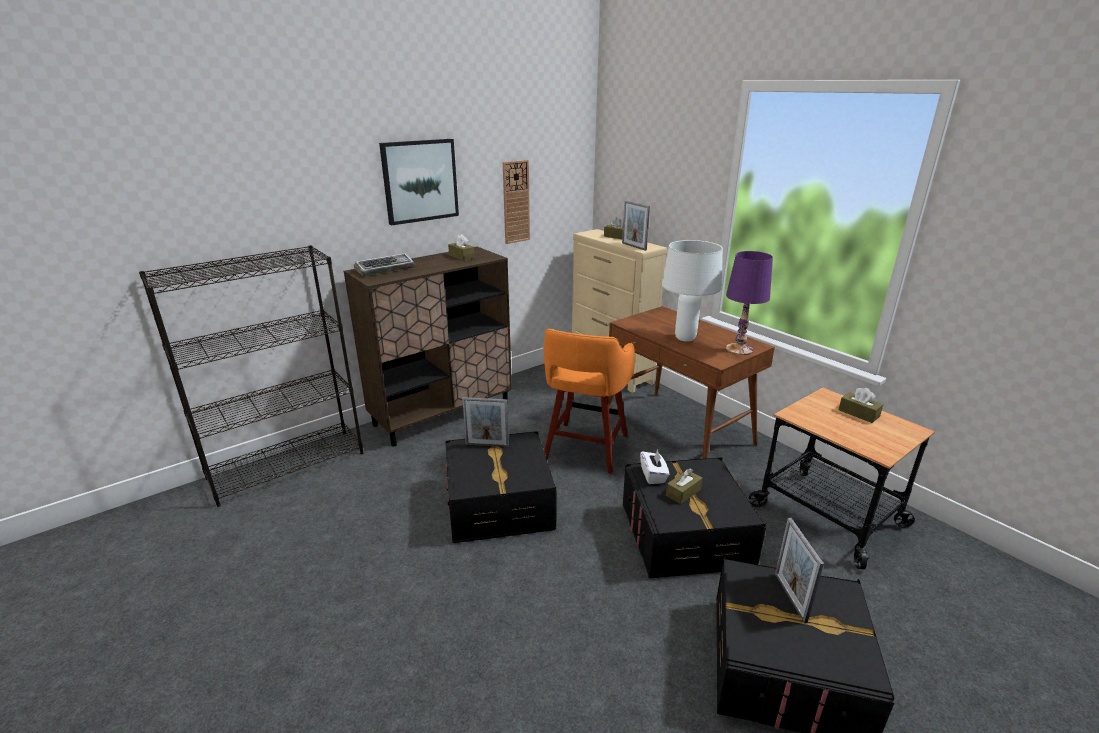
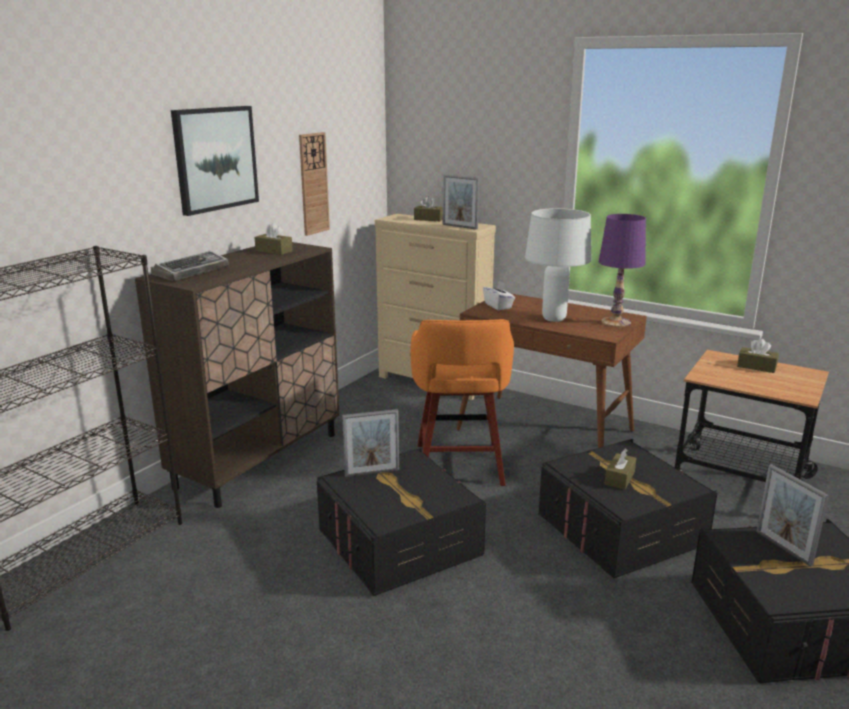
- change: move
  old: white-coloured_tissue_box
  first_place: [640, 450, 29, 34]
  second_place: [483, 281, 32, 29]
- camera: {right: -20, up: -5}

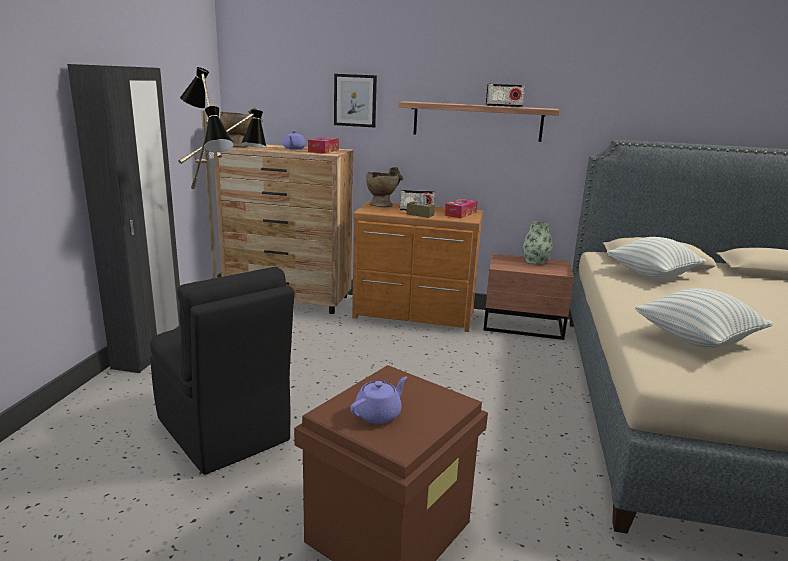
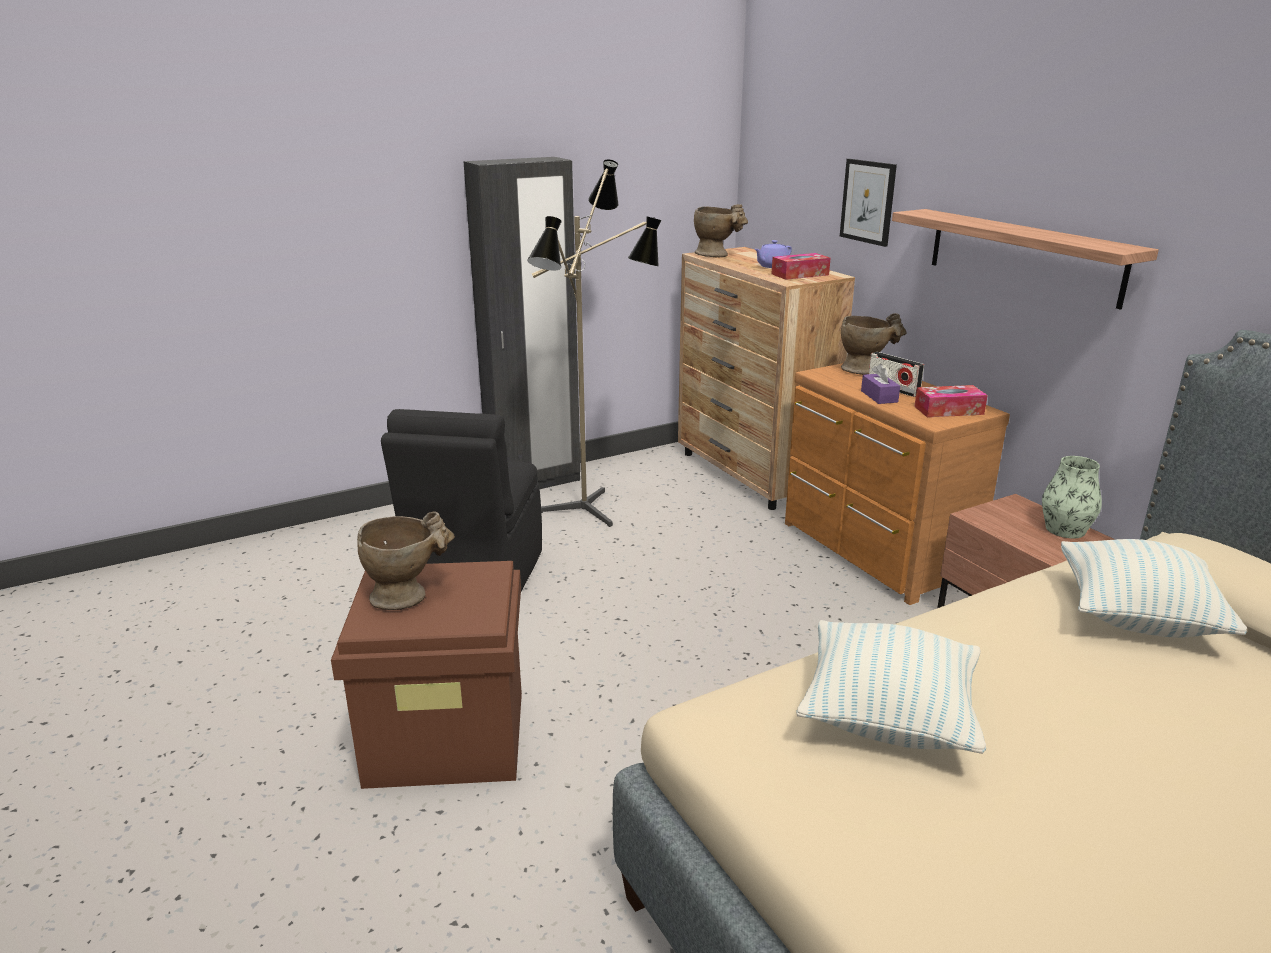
- change: replace
  old: purple_teapot
  new: sand-coloured_decorative_vase
  first_place: [350, 376, 57, 48]
  second_place: [357, 512, 98, 98]
- change: recolor
  old: brownish_tissue_box
  new: purple_tissue_box
  first_place: [406, 194, 29, 24]
  second_place: [861, 364, 39, 40]
- change: delete
  old: radio
  first_place: [486, 84, 39, 23]
- camera: {right: 50, up: 5}

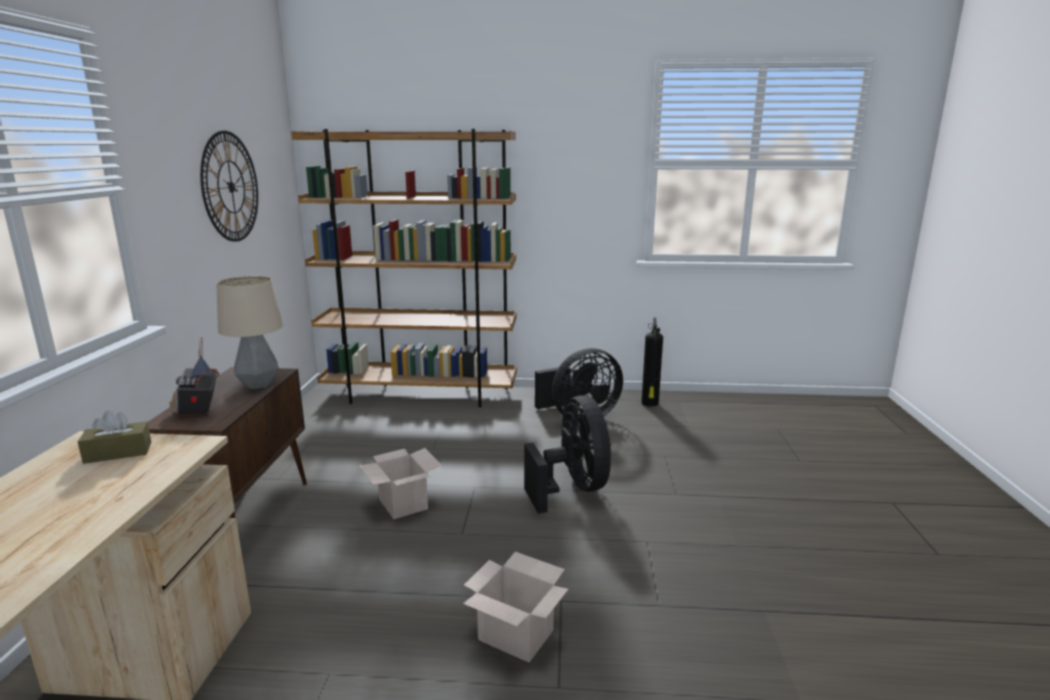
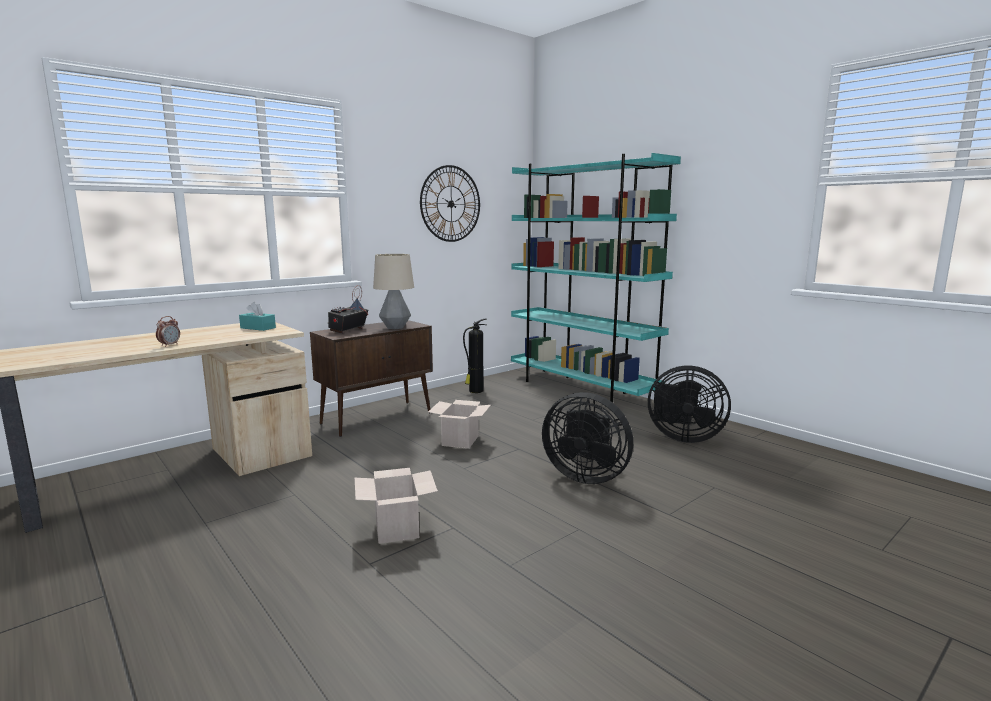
- change: insert
  new: bedside_clock
  second_place: [156, 316, 24, 31]
- change: recolor
  old: brownish_tissue_box
  new: turquoise-coloured_tissue_box
  first_place: [78, 410, 73, 54]
  second_place: [239, 302, 37, 29]
- change: move
  old: extinguisher
  first_place: [641, 317, 22, 90]
  second_place: [463, 318, 24, 75]
- change: recolor
  old: brownish_shelving_unit
  new: turquoise-coloured_shelving_unit
  first_place: [291, 129, 226, 278]
  second_place: [511, 153, 170, 249]
- change: rotate
  old: black_fan
  first_place: [524, 396, 87, 118]
  second_place: [542, 392, 91, 92]
  degrees: 90
- camera: {right: 45, up: -5}

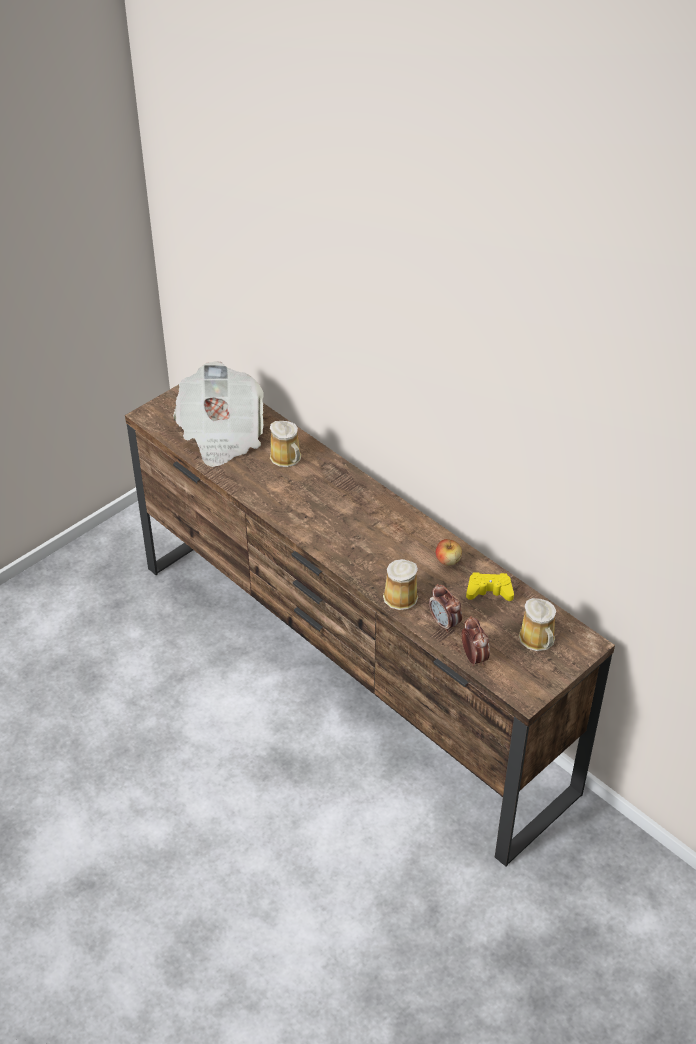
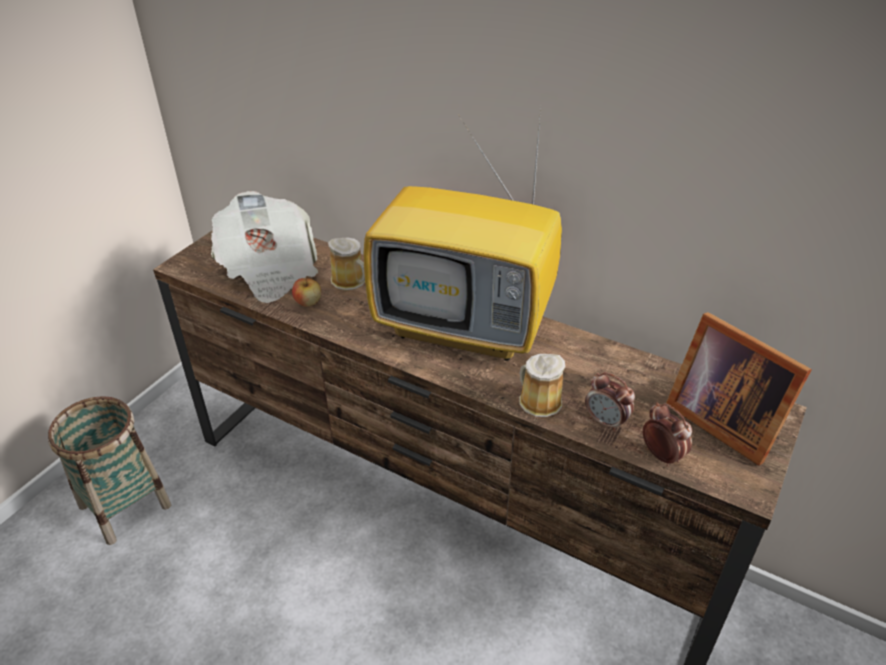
- change: insert
  new: storage_basket
  second_place: [48, 396, 123, 149]
- change: move
  old: apple_fruit
  first_place: [436, 539, 26, 27]
  second_place: [292, 277, 29, 30]
- change: insert
  new: television
  second_place: [363, 108, 199, 253]
- change: replace
  old: mug
  new: picture_frame
  first_place: [519, 598, 37, 53]
  second_place: [666, 312, 146, 154]
- change: delete
  old: yellow_joypad
  first_place: [466, 572, 48, 29]
- camera: {right: -15, up: -5}

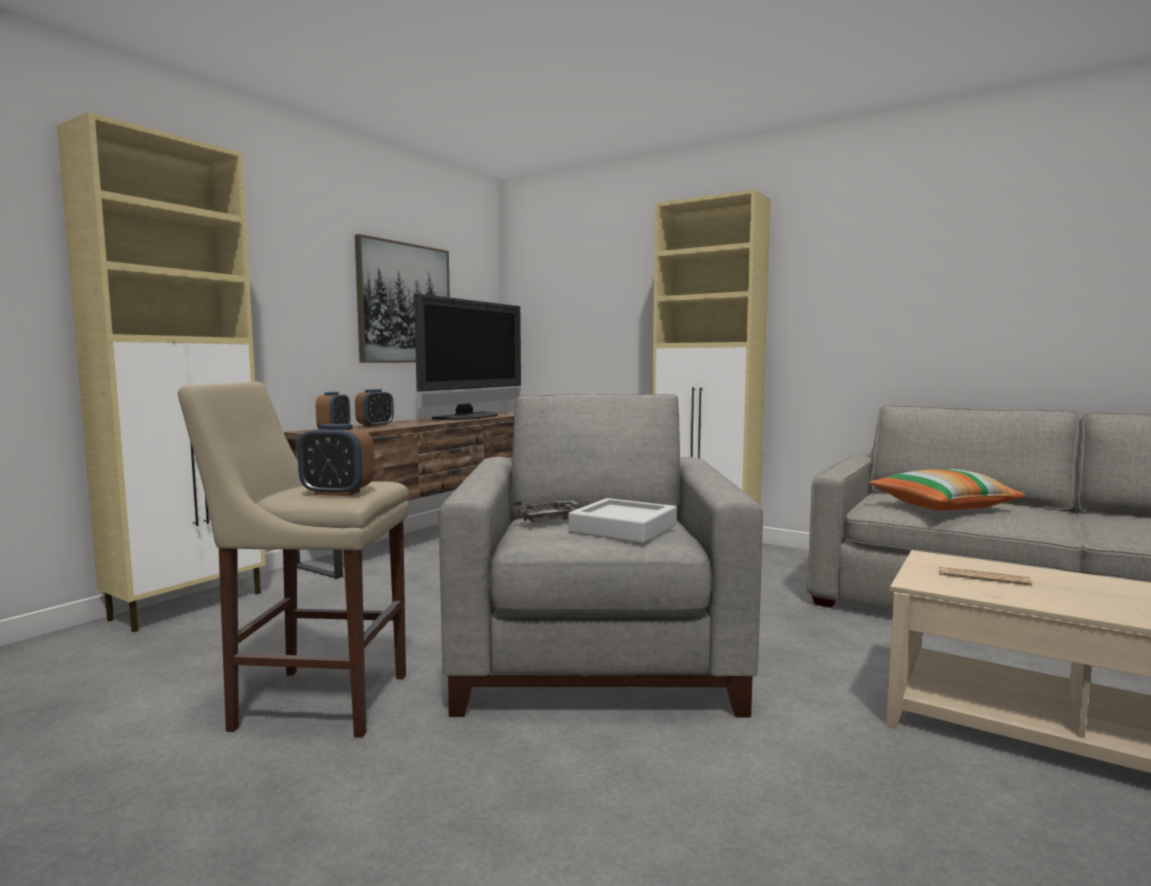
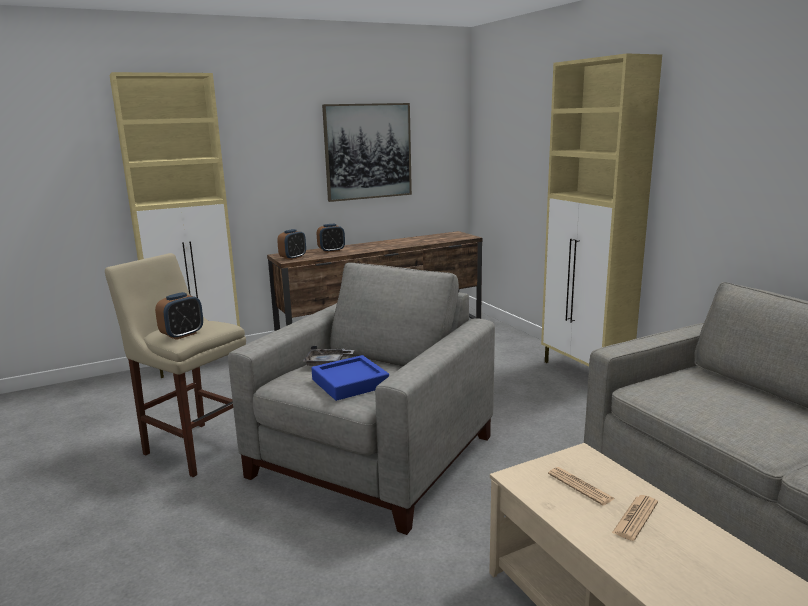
- change: rotate
  old: bedside_clock
  first_place: [297, 424, 77, 72]
  second_place: [155, 292, 48, 48]
  degrees: -90
- change: recolor
  old: grey_serving_tray
  new: bluish_serving_tray
  first_place: [568, 498, 109, 45]
  second_place: [311, 355, 78, 46]
- change: insert
  new: daily_paper
  second_place: [612, 495, 46, 46]
- change: delete
  old: television
  first_place: [414, 294, 107, 126]
- change: delete
  old: throw_pillow
  first_place: [869, 469, 158, 42]
- camera: {right: 30, up: 10}

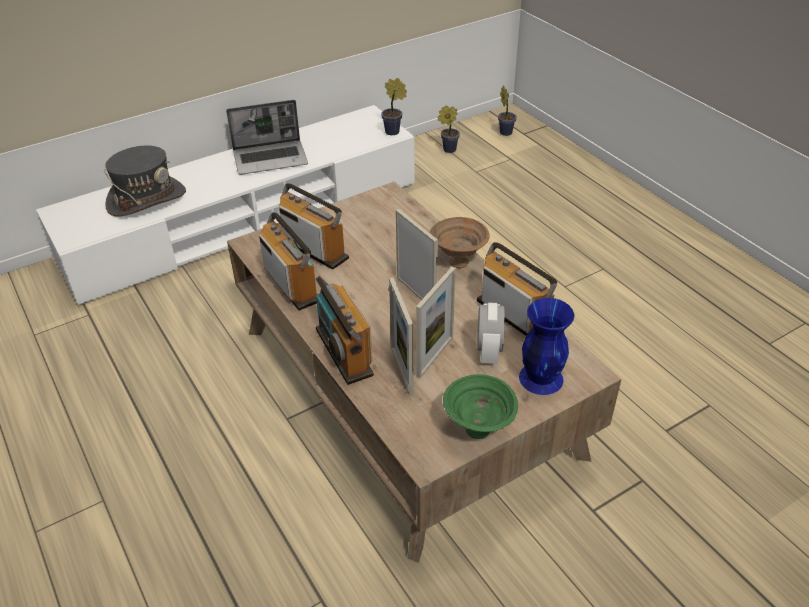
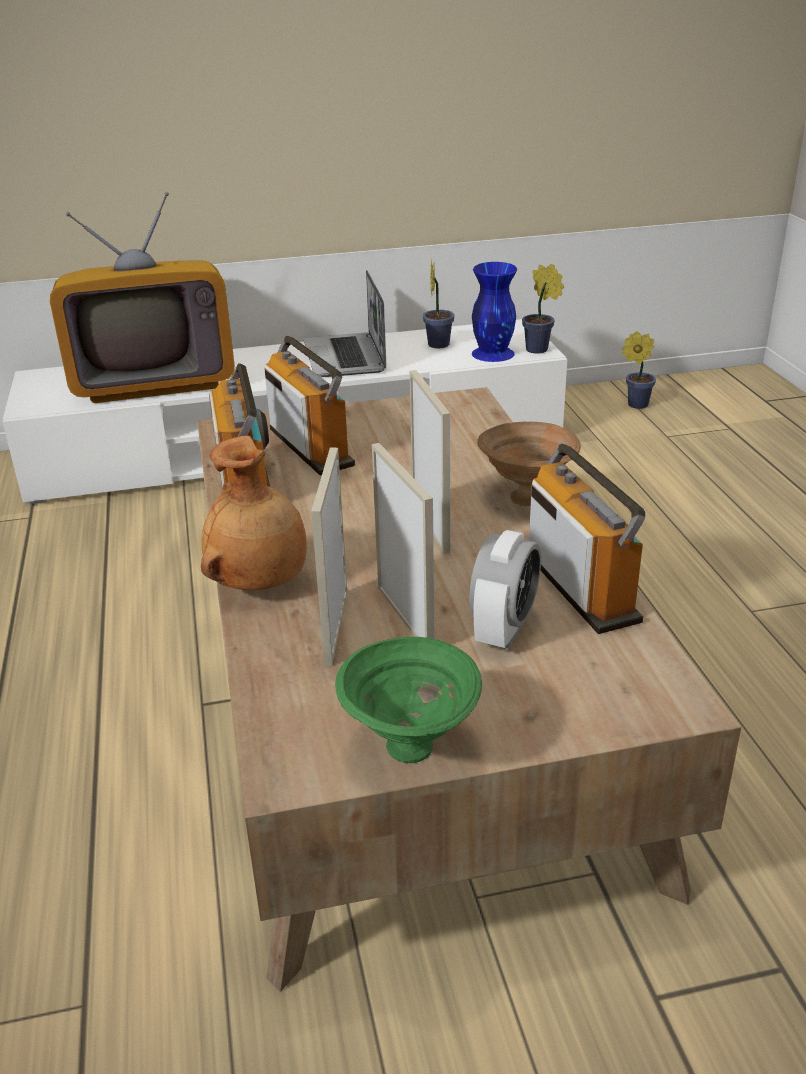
- change: replace
  old: grey_hat
  new: television
  first_place: [104, 146, 82, 70]
  second_place: [50, 192, 185, 211]
- change: replace
  old: radio
  new: brownish_decorative_vase
  first_place: [316, 276, 58, 109]
  second_place: [201, 436, 106, 154]
- change: rotate
  old: laptop
  first_place: [226, 100, 82, 75]
  second_place: [304, 270, 82, 107]
  degrees: 75
- change: rotate
  old: picture_frame
  first_place: [416, 267, 40, 111]
  second_place: [372, 443, 63, 196]
  degrees: -75
- change: move
  old: plant_in_a_pot
  first_place: [498, 85, 19, 51]
  second_place: [423, 258, 32, 91]
- change: move
  old: bluish_decorative_vase
  first_place: [519, 298, 55, 97]
  second_place: [472, 262, 45, 100]
- camera: {right: 20, up: -10}

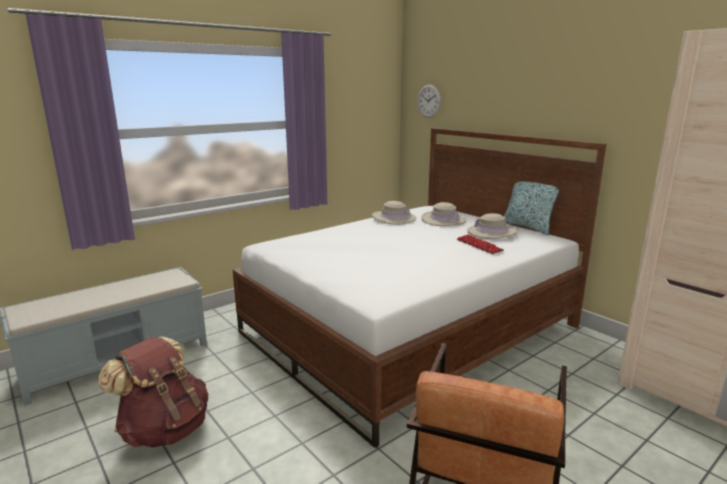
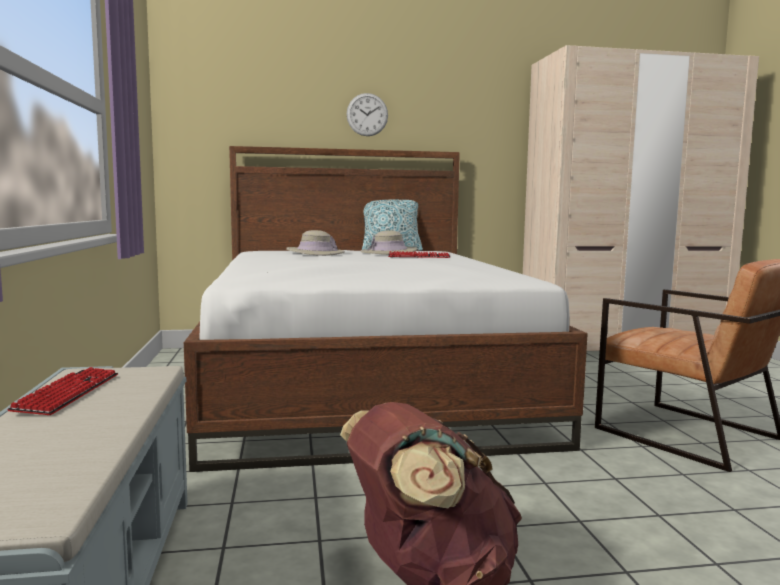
- change: insert
  new: computer_keyboard
  second_place: [7, 367, 111, 48]
- change: move
  old: clock_on_the_wall
  first_place: [418, 85, 23, 33]
  second_place: [347, 93, 41, 43]
- change: delete
  old: sand-coloured_hat
  first_place: [372, 201, 44, 24]
- camera: {right: -60, up: -10}

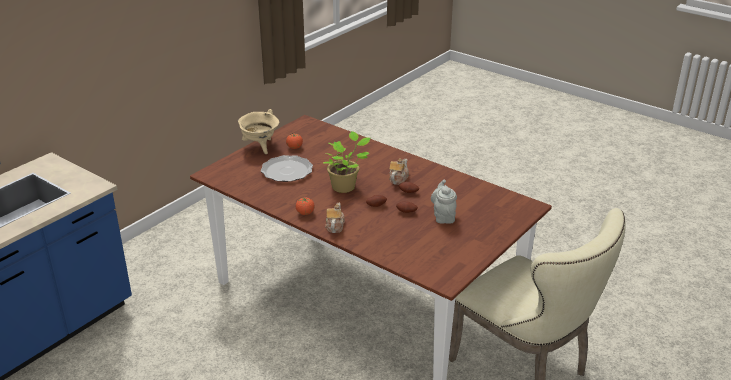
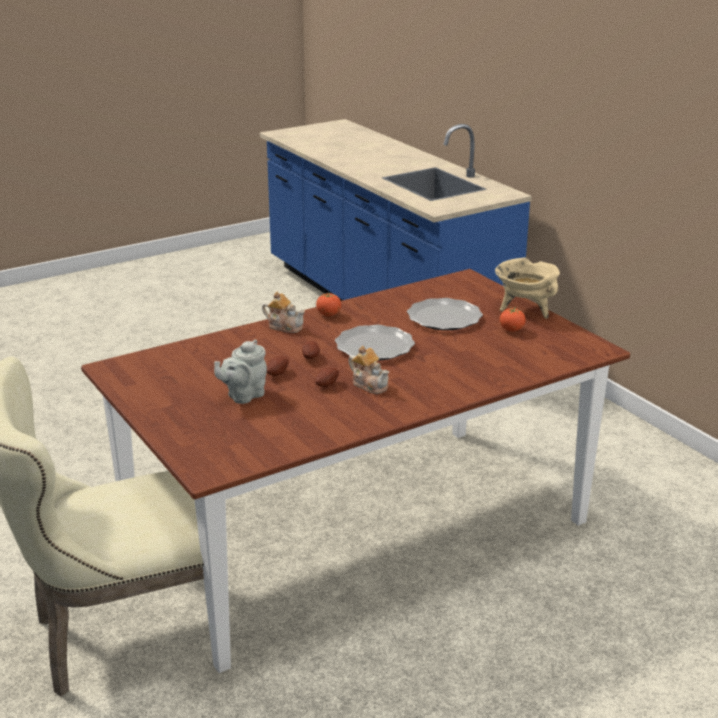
- change: rotate
  old: grey_teapot
  first_place: [431, 180, 26, 44]
  second_place: [214, 339, 53, 65]
  degrees: 120
- change: replace
  old: plant_in_a_pot
  new: plate
  first_place: [323, 131, 48, 62]
  second_place: [335, 325, 80, 36]
- camera: {right: 110, up: -5}

